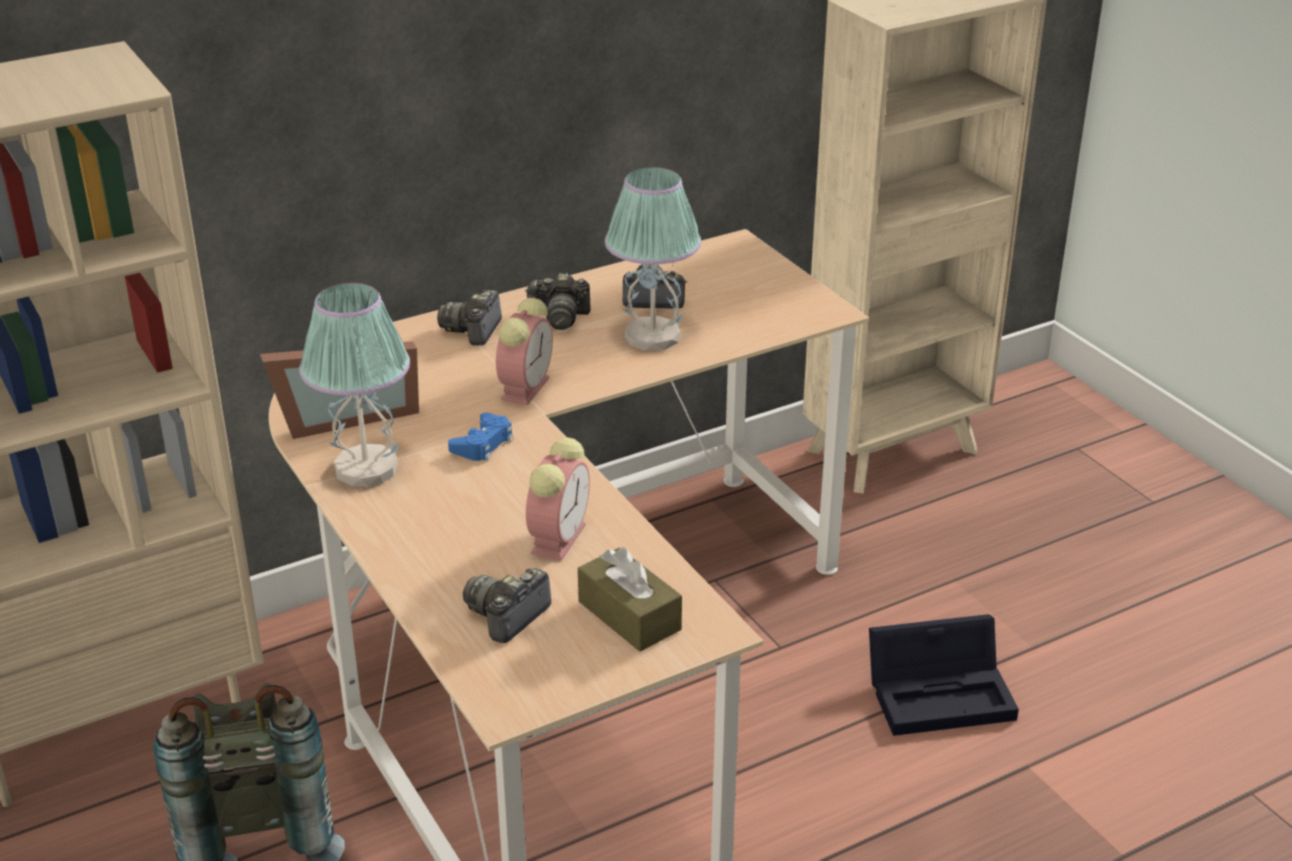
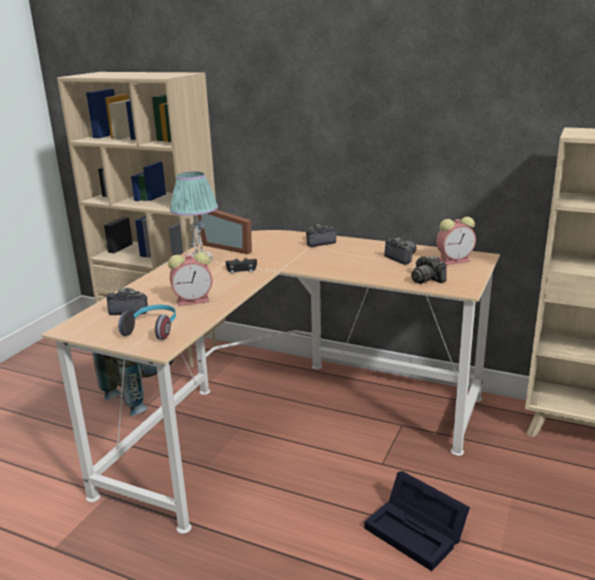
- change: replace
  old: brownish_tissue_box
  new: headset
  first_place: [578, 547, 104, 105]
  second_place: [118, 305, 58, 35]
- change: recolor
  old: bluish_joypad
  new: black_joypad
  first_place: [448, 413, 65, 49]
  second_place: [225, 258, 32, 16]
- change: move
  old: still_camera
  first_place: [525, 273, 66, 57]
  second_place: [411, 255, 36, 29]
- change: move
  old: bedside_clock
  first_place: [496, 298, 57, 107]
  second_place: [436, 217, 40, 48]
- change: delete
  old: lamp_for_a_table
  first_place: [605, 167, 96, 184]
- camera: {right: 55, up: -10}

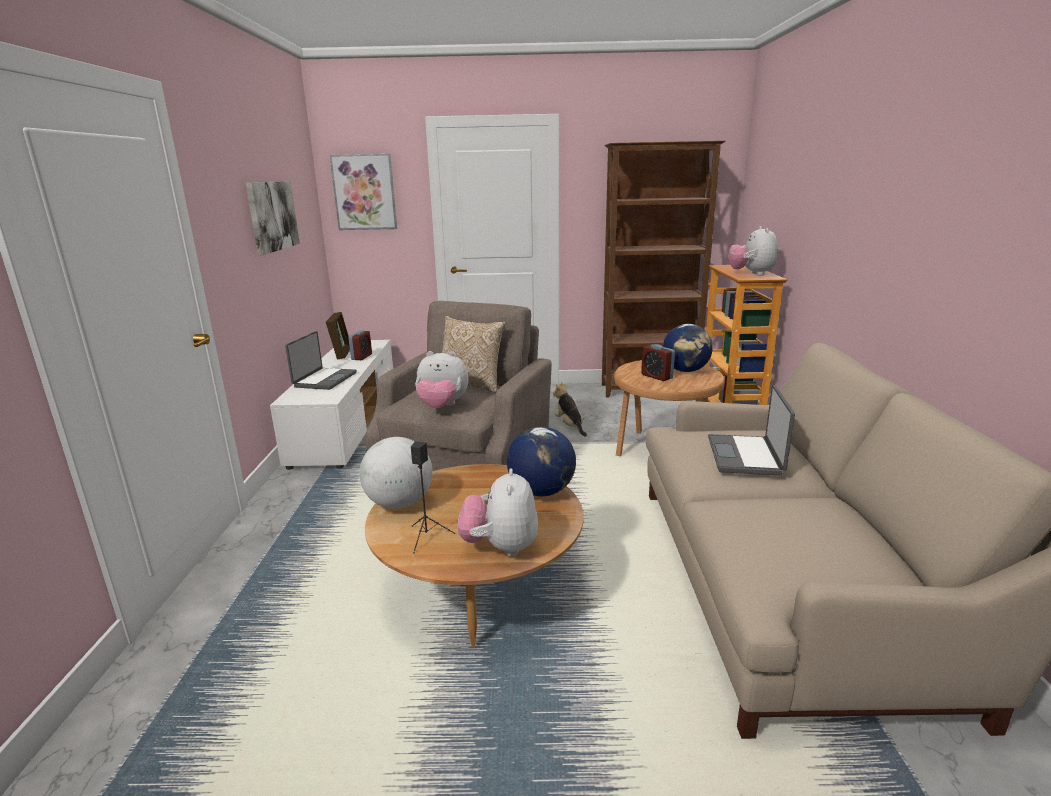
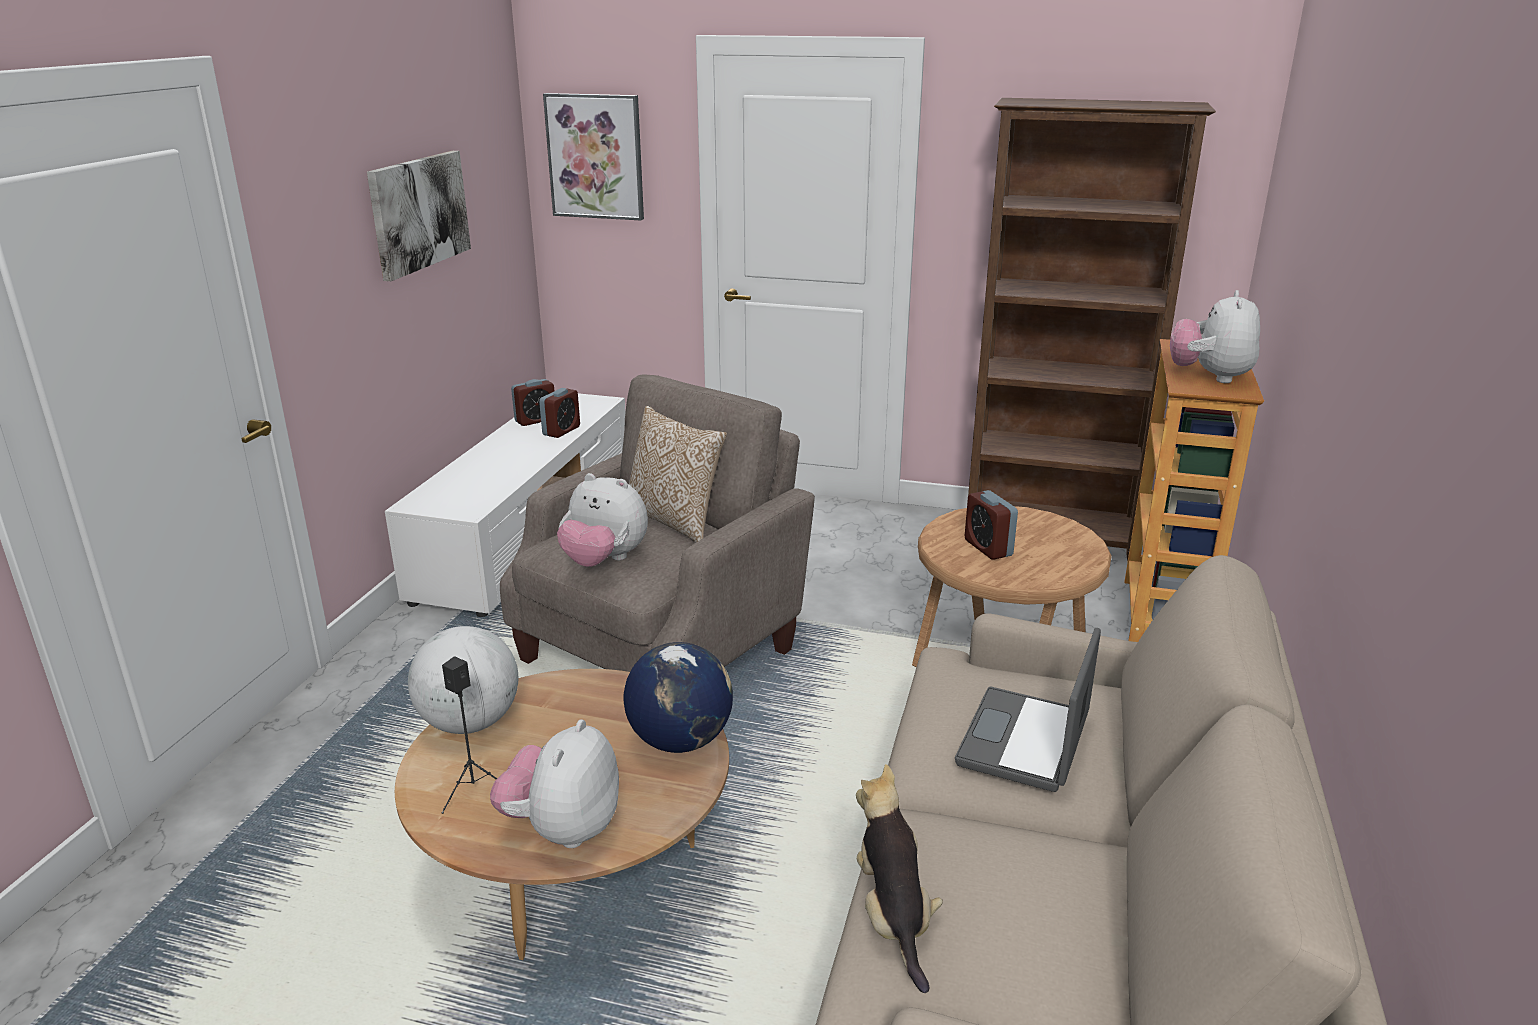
- change: replace
  old: picture_frame
  new: bedside_clock
  first_place: [326, 312, 24, 47]
  second_place: [511, 379, 43, 47]
- change: move
  old: cuddly_toy
  first_place: [553, 382, 34, 55]
  second_place: [856, 764, 87, 229]
- change: delete
  old: laptop
  first_place: [285, 331, 72, 59]
- change: delete
  old: desk_globe
  first_place: [663, 324, 50, 48]
- camera: {right: 15, up: 5}

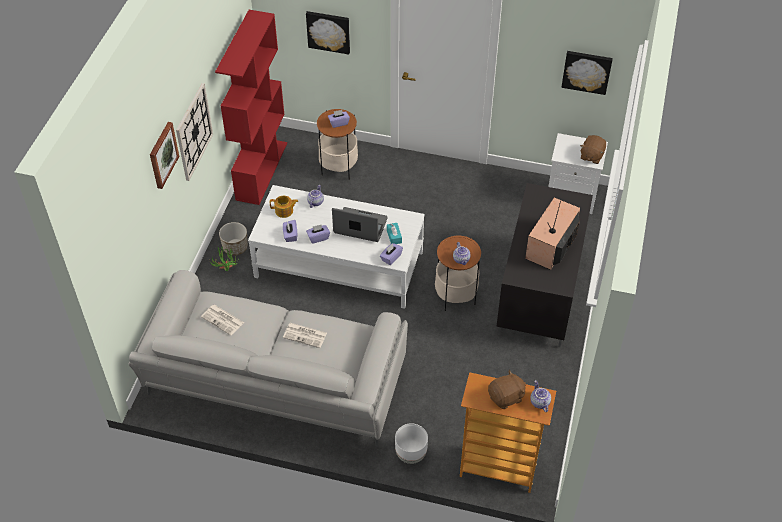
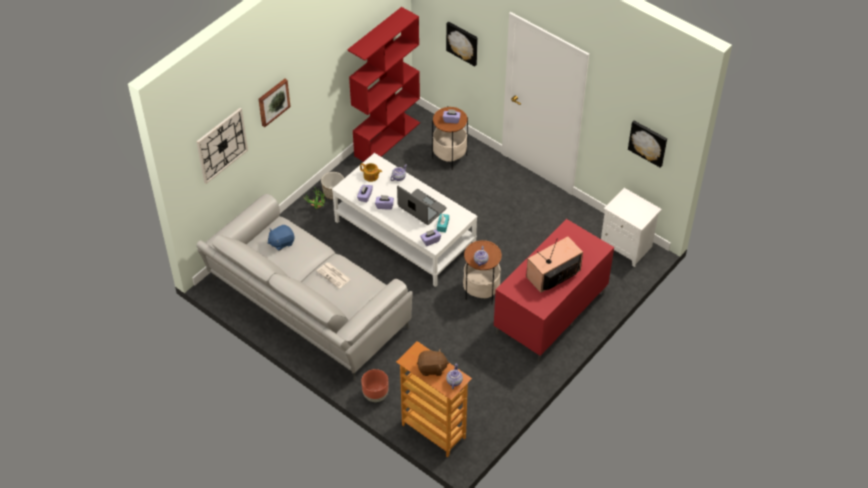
- change: move
  old: clock_on_the_wall
  first_place: [176, 83, 37, 98]
  second_place: [196, 108, 52, 76]
- change: replace
  old: daily_paper
  new: bluish_cuddly_toy
  first_place: [201, 305, 43, 30]
  second_place: [268, 225, 27, 26]
- change: recolor
  old: white-coloured_plant_pot
  new: brownish_plant_pot
  first_place: [395, 423, 33, 41]
  second_place: [361, 369, 28, 33]
- change: recolor
  old: black_media_console
  new: reddish_media_console
  first_place: [496, 183, 97, 164]
  second_place: [494, 219, 120, 143]
- change: delete
  old: brownish_cuddly_toy
  first_place: [580, 135, 26, 29]
- camera: {right: 25, up: 0}

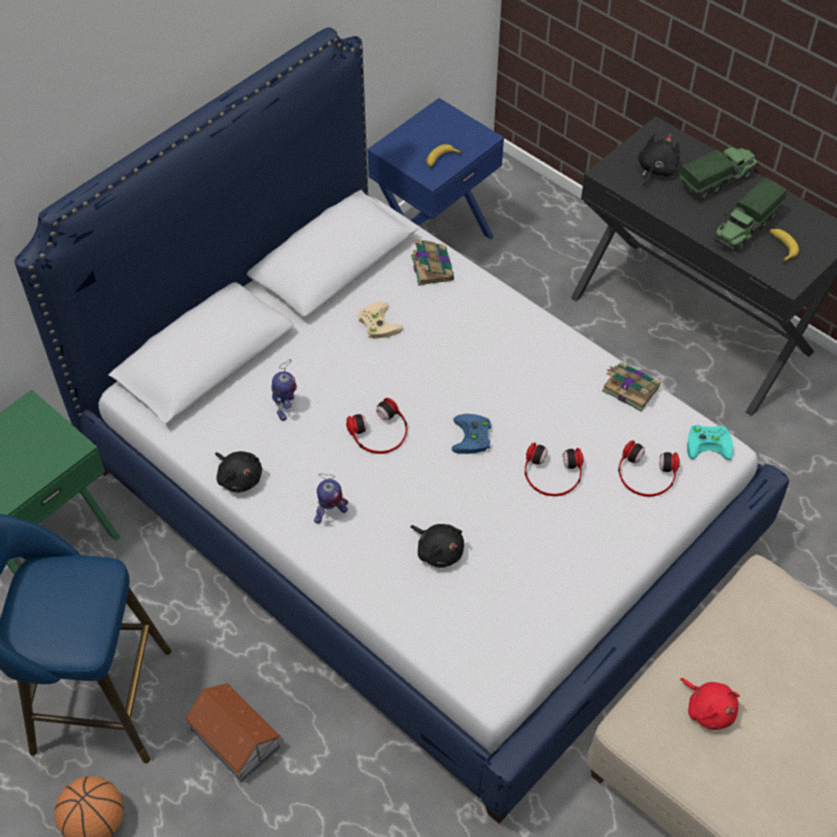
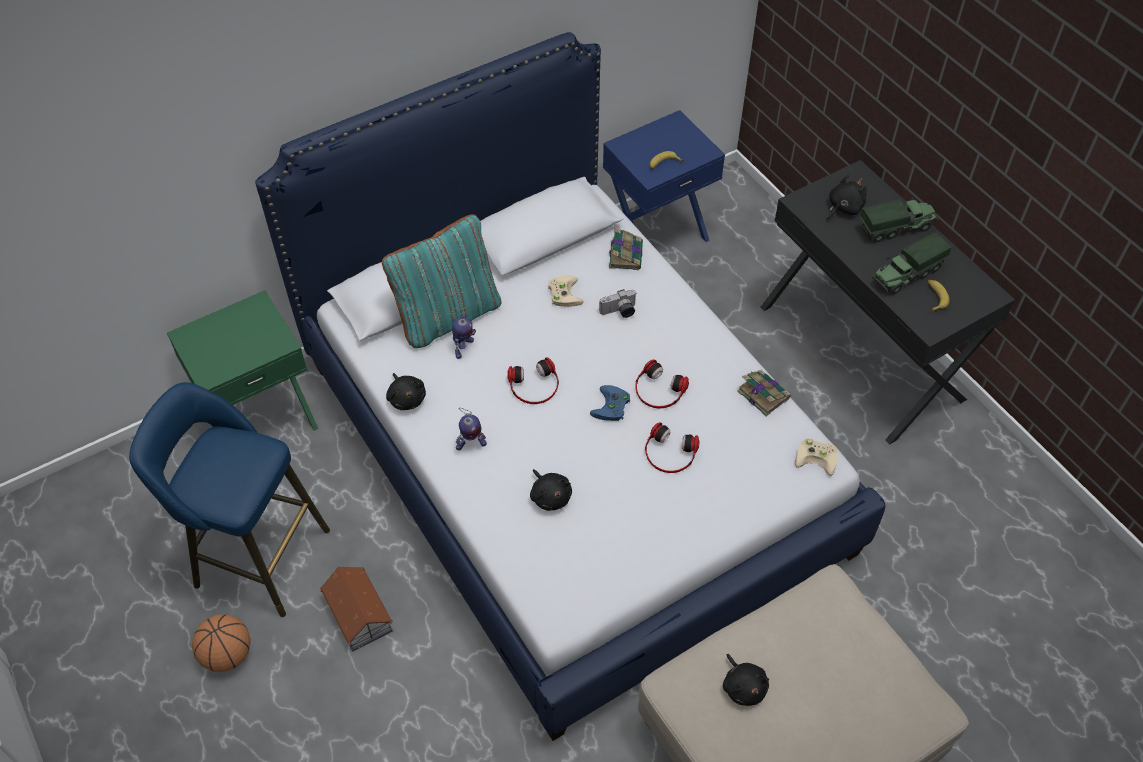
- change: insert
  new: turquoise-coloured_throw_pillow
  second_place: [382, 214, 119, 134]
- change: insert
  new: still_camera
  second_place: [599, 289, 37, 29]
- change: move
  old: headset
  first_place: [618, 440, 62, 57]
  second_place: [636, 359, 53, 50]
- change: recolor
  old: reddish_cuddly_toy
  new: black_cuddly_toy
  first_place: [680, 678, 60, 52]
  second_place: [723, 654, 46, 52]
- change: recolor
  old: turquoise-coloured_joypad
  new: sand-coloured_joypad
  first_place: [687, 425, 46, 35]
  second_place: [795, 438, 43, 38]
- camera: {right: 15, up: 0}

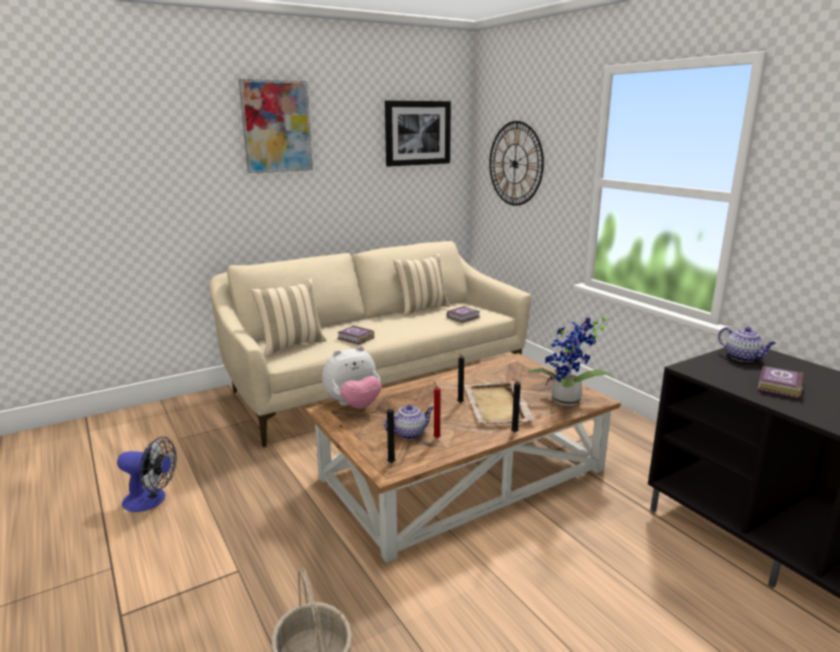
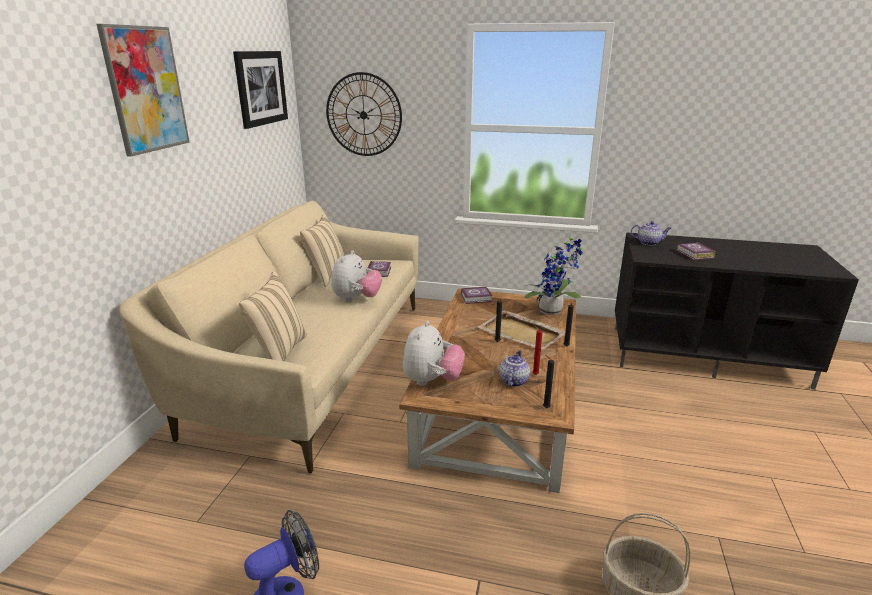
- change: insert
  new: cuddly_toy
  second_place: [331, 250, 51, 52]
- change: move
  old: bound_book
  first_place: [337, 325, 37, 20]
  second_place: [461, 287, 31, 17]
- camera: {right: -45, up: 5}

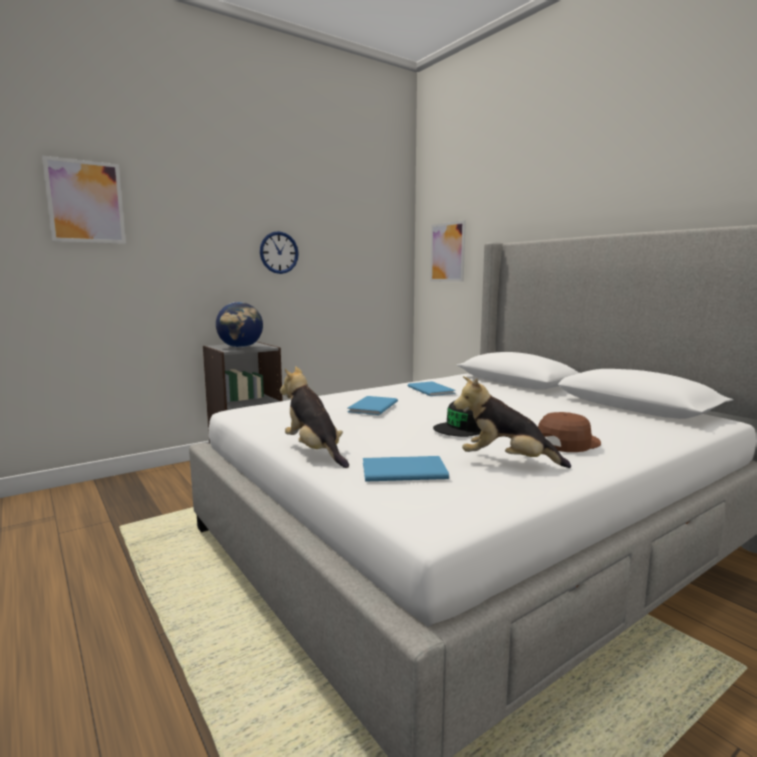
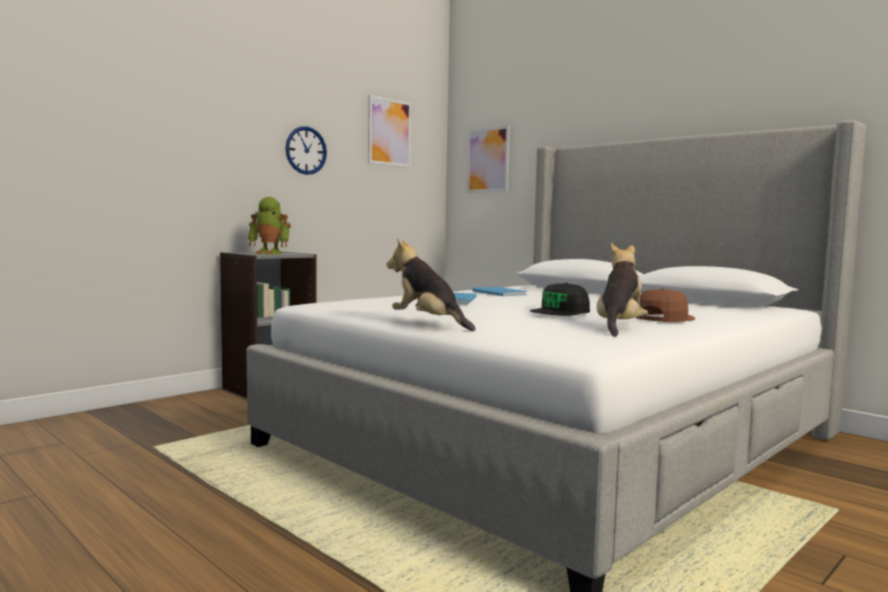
- change: replace
  old: desk_globe
  new: robot_figure
  first_place: [216, 302, 47, 46]
  second_place: [248, 197, 43, 58]
- change: move
  old: picture
  first_place: [42, 155, 84, 89]
  second_place: [368, 95, 43, 72]
- change: rotate
  old: cuddly_toy
  first_place: [453, 376, 118, 92]
  second_place: [597, 243, 51, 94]
  degrees: 105
- change: delete
  old: bluish_bound_book
  first_place: [363, 456, 86, 26]
- camera: {right: -10, up: -5}

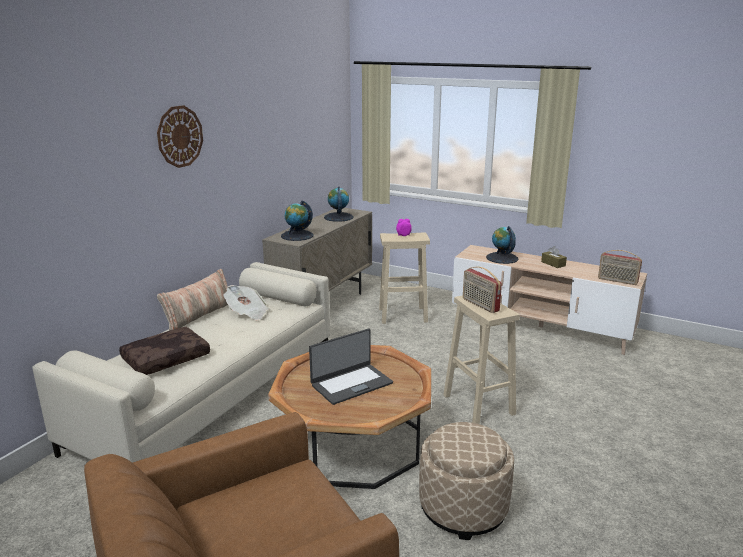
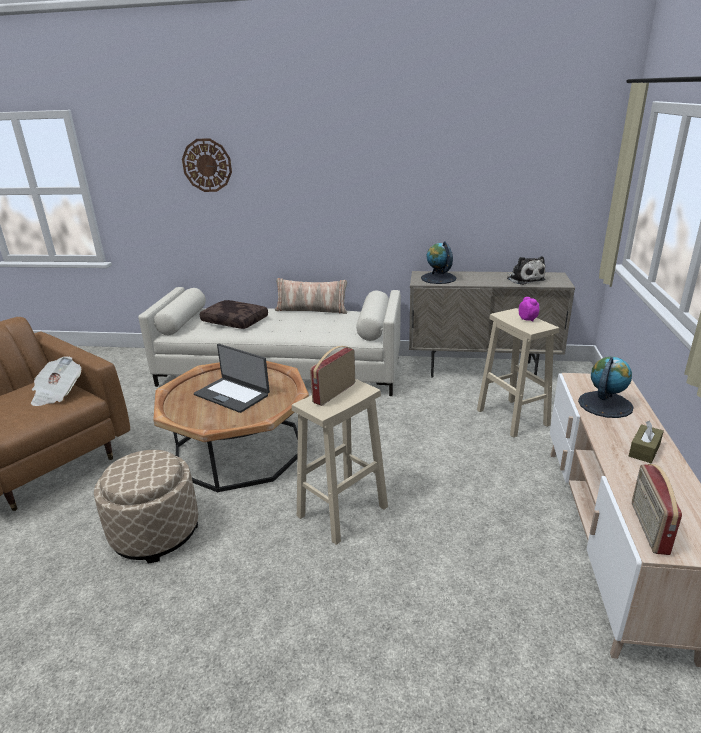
- change: move
  old: daily_paper
  first_place: [224, 285, 45, 35]
  second_place: [31, 356, 50, 50]
- change: move
  old: clock_on_the_wall
  first_place: [157, 105, 46, 63]
  second_place: [182, 138, 50, 54]
- change: replace
  old: desk_globe
  new: cuddly_toy
  first_place: [324, 187, 29, 35]
  second_place: [507, 256, 39, 29]
- camera: {right: 70, up: 5}

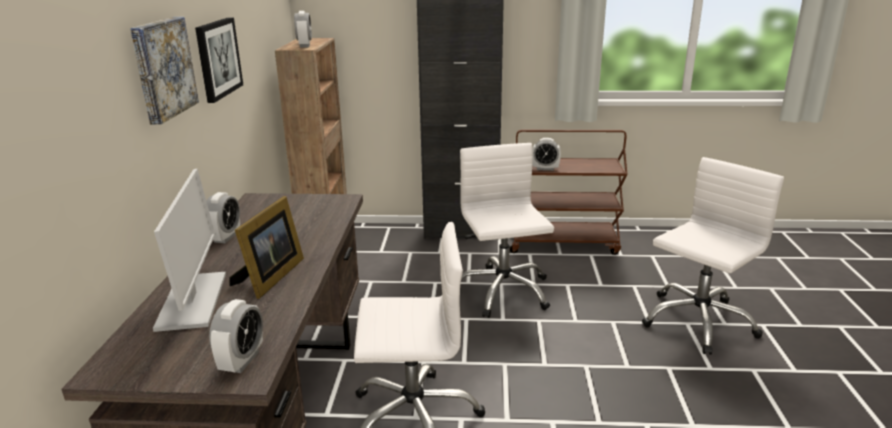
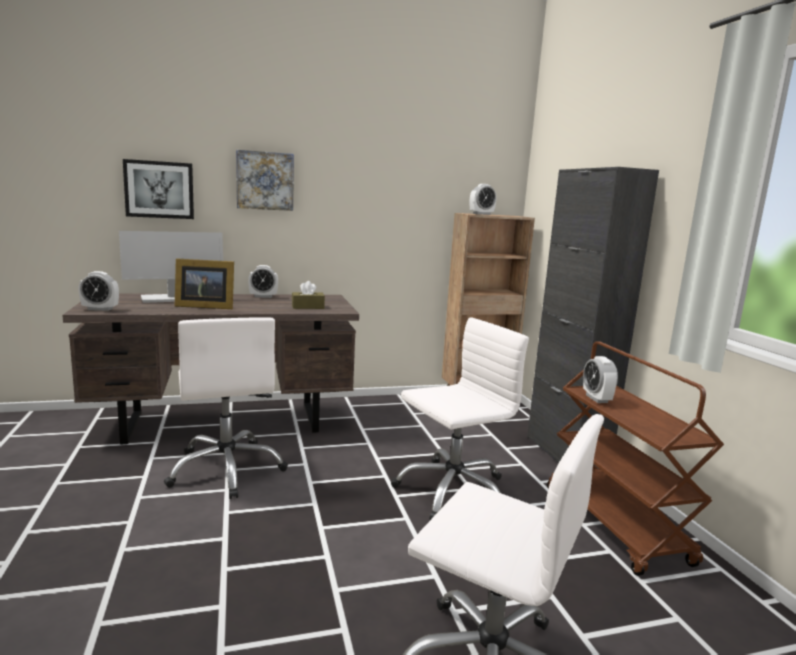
- change: move
  old: picture
  first_place: [195, 17, 48, 86]
  second_place: [123, 159, 71, 60]
- change: insert
  new: brownish_tissue_box
  second_place: [292, 281, 33, 28]
- camera: {right: 70, up: -10}

